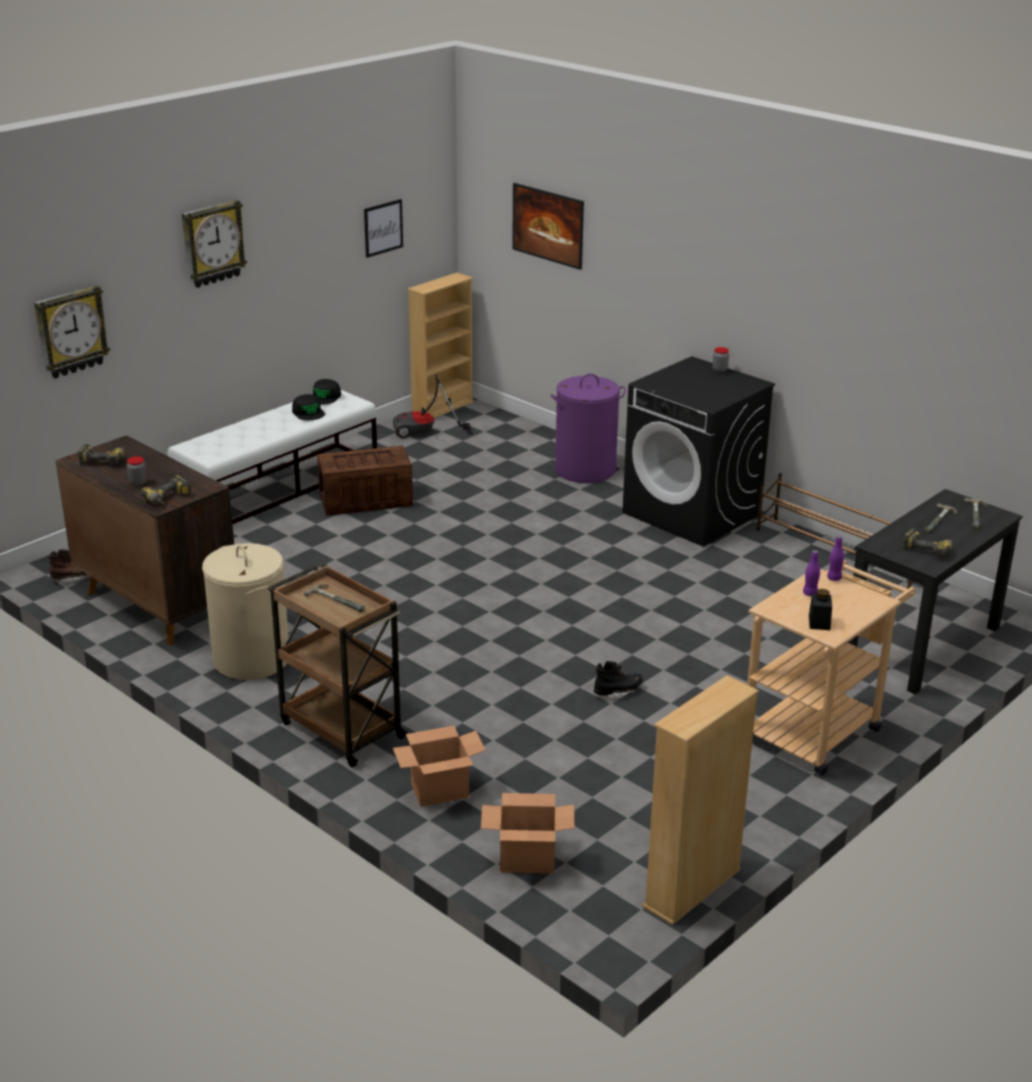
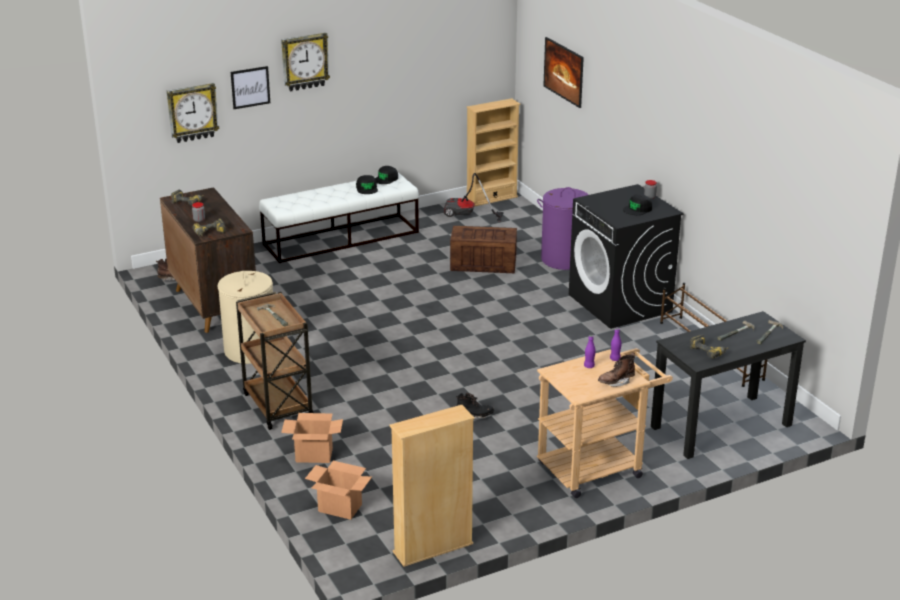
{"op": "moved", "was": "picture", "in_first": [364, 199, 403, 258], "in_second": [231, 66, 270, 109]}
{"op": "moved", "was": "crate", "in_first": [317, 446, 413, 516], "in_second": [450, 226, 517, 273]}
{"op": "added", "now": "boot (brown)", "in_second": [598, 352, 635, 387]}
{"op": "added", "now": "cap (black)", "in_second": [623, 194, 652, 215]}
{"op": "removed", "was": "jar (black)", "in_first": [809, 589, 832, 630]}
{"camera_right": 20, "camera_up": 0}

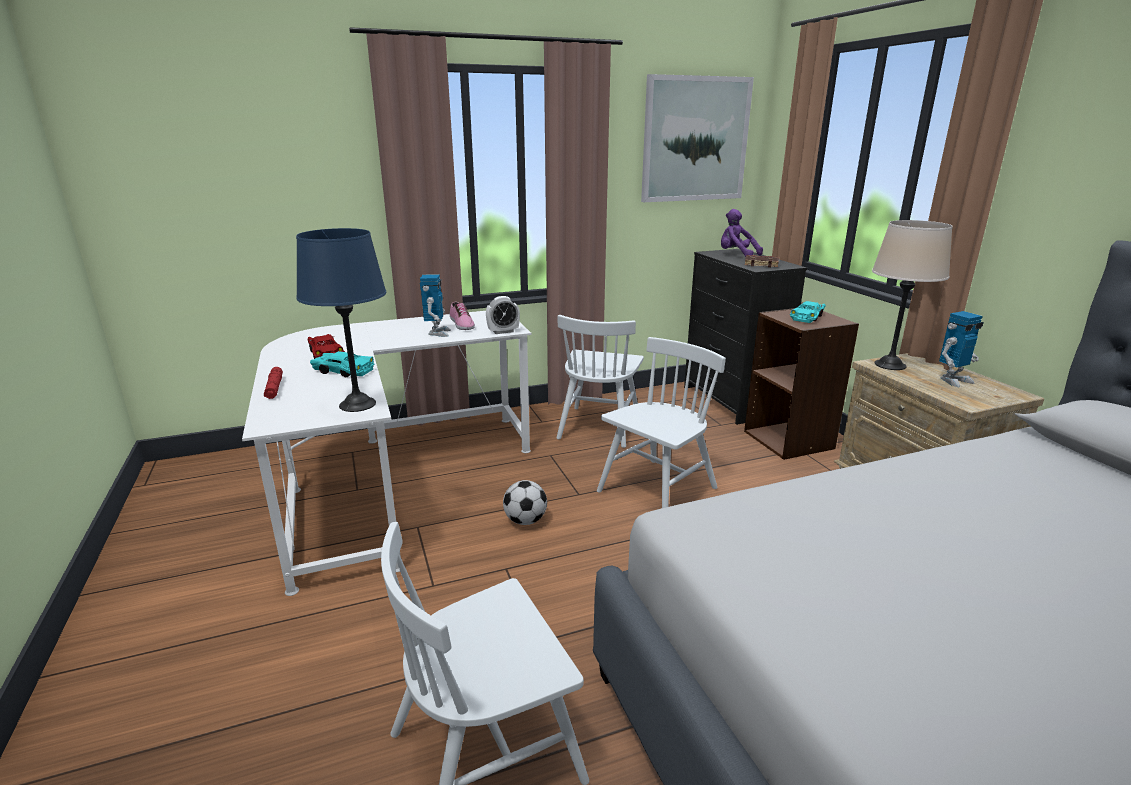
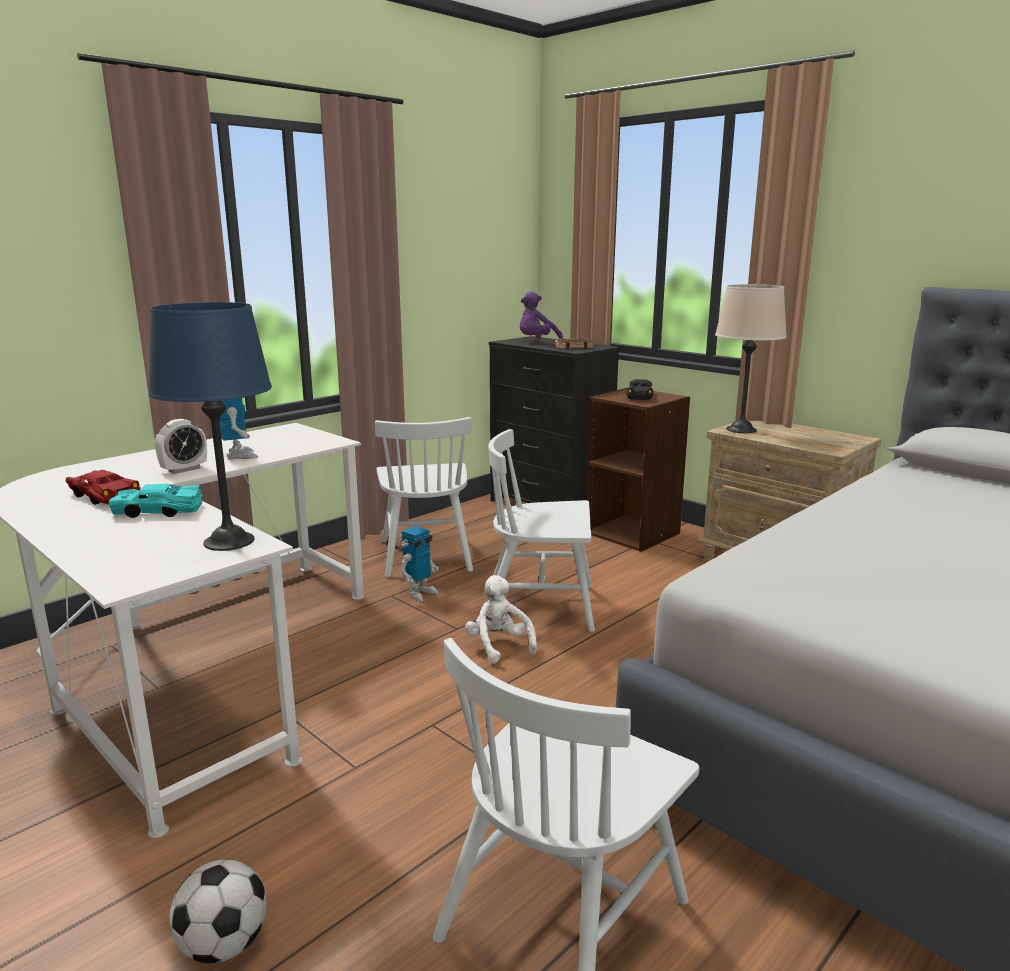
{"op": "moved", "was": "alarm clock", "in_first": [486, 296, 520, 334], "in_second": [155, 419, 207, 474]}
{"op": "moved", "was": "football", "in_first": [503, 480, 547, 525], "in_second": [169, 860, 267, 963]}
{"op": "moved", "was": "toy robot", "in_first": [939, 311, 984, 387], "in_second": [401, 526, 438, 602]}
{"op": "added", "now": "plush toy (white)", "in_second": [465, 575, 537, 664]}
{"op": "turned", "was": "chair (white)", "in_first": [597, 337, 726, 508], "in_second": [488, 429, 595, 632], "clockwise": -105}
{"op": "turned", "was": "plush toy (purple)", "in_first": [721, 209, 763, 257], "in_second": [520, 291, 563, 339], "clockwise": -60}
{"op": "recoloured", "was": "toy car (turquoise)", "now": "toy car (black)", "in_first": [790, 301, 826, 323], "in_second": [626, 379, 654, 400]}
{"op": "removed", "was": "flashlight (red)", "in_first": [264, 367, 283, 399]}
{"op": "removed", "was": "shoe", "in_first": [450, 302, 475, 330]}
{"op": "removed", "was": "picture", "in_first": [641, 74, 754, 202]}
{"camera_right": -25, "camera_up": -5}

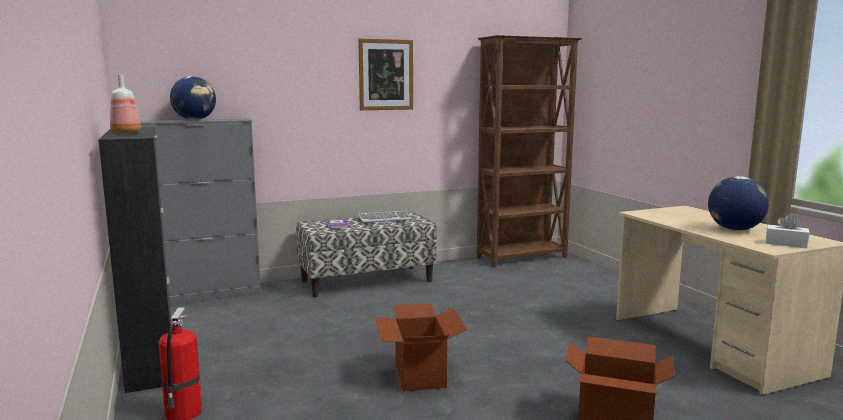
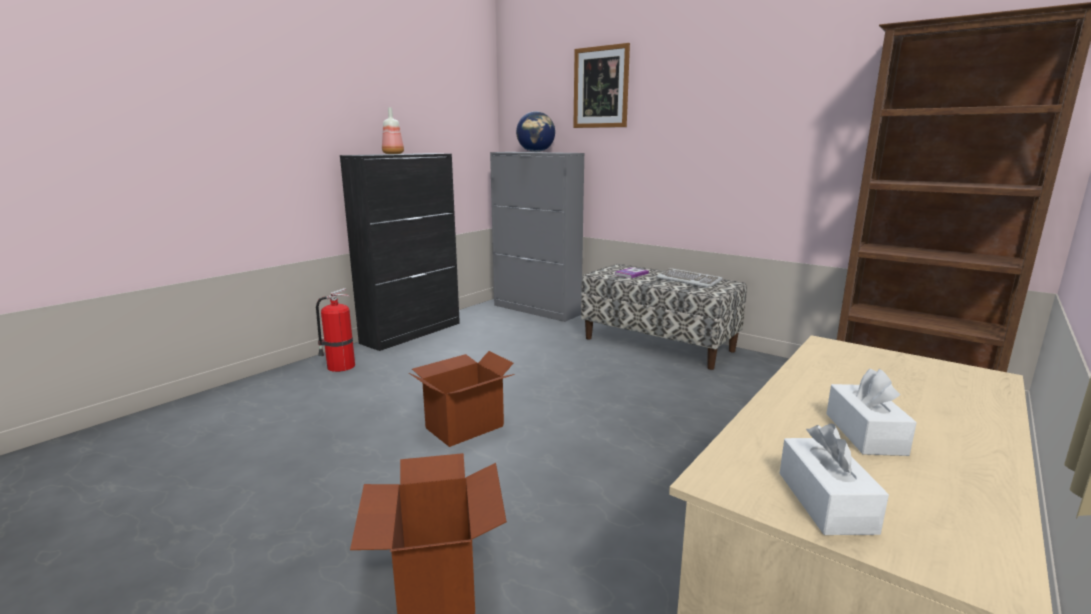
{"op": "moved", "was": "picture", "in_first": [358, 38, 413, 110], "in_second": [573, 43, 630, 128]}
{"op": "replaced", "was": "globe", "now": "tissue box (white)", "in_first": [708, 176, 769, 231], "in_second": [826, 369, 917, 456]}
{"camera_right": 60, "camera_up": 5}

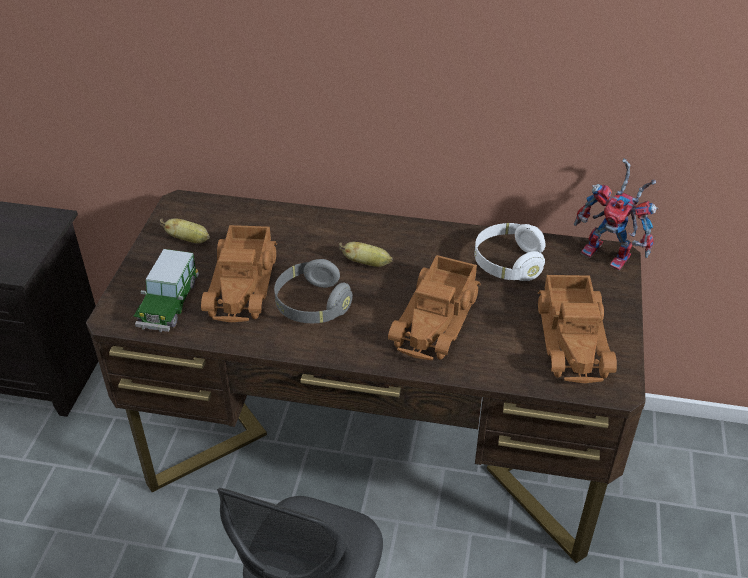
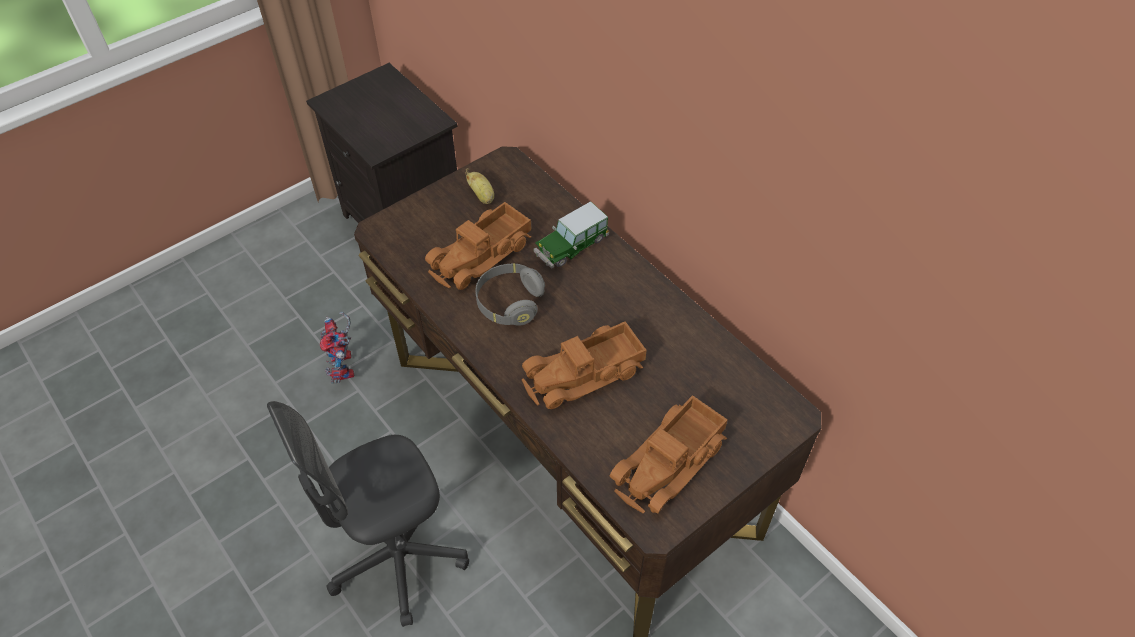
{"op": "moved", "was": "toy robot", "in_first": [574, 158, 659, 271], "in_second": [320, 312, 354, 384]}
{"op": "moved", "was": "toy car", "in_first": [134, 249, 199, 332], "in_second": [533, 201, 609, 269]}
{"op": "removed", "was": "banana", "in_first": [339, 242, 393, 267]}
{"op": "removed", "was": "headphones (white)", "in_first": [475, 223, 546, 281]}
{"camera_right": 40, "camera_up": 10}

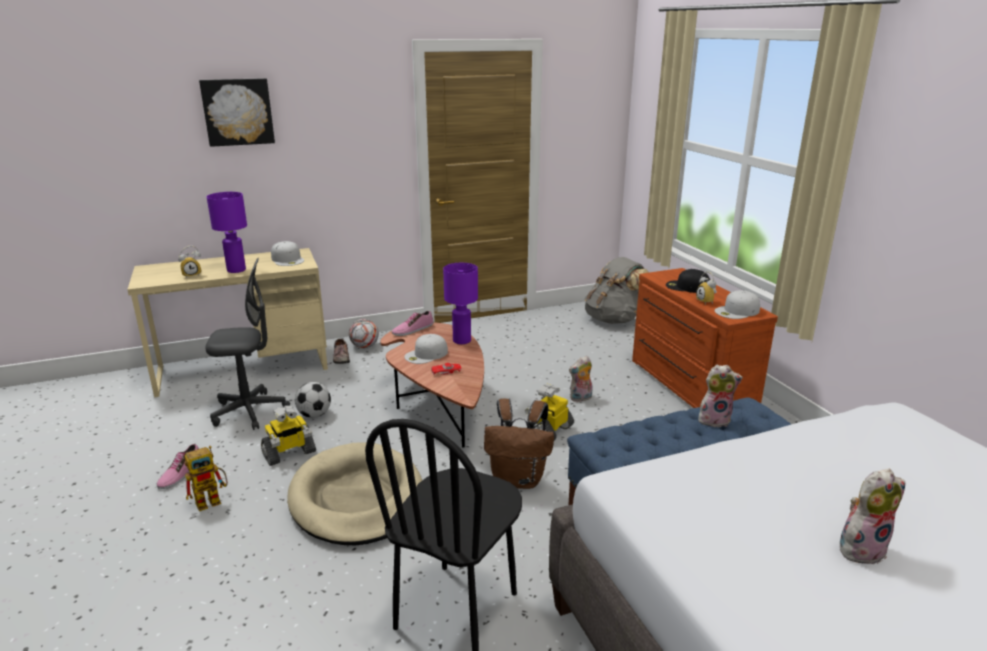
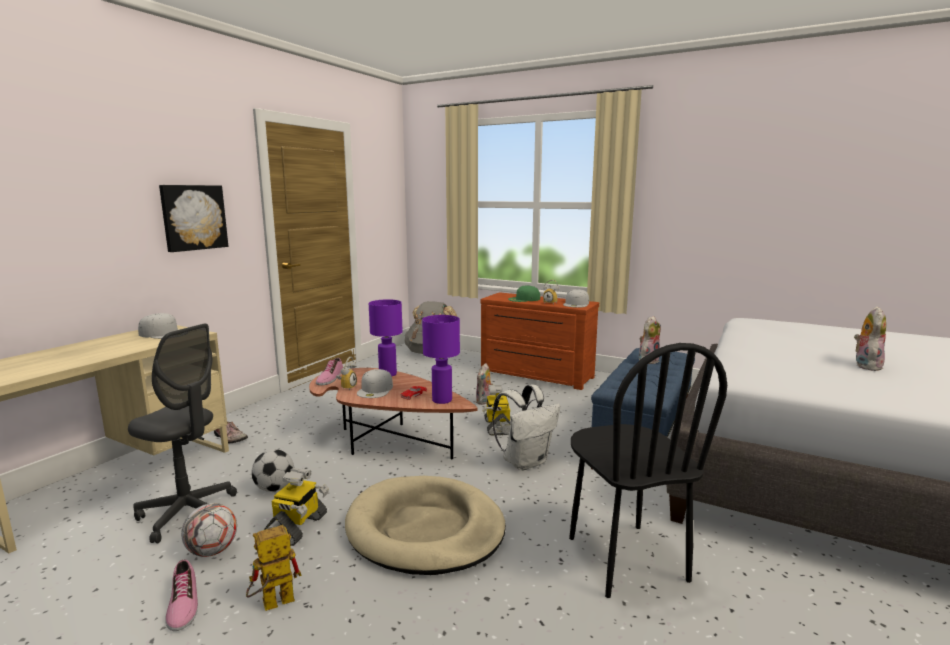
{"op": "turned", "was": "office chair (grey)", "in_first": [206, 258, 290, 430], "in_second": [128, 324, 237, 543], "clockwise": 75}
{"op": "moved", "was": "picture", "in_first": [199, 78, 275, 147], "in_second": [159, 185, 228, 252]}
{"op": "moved", "was": "football", "in_first": [349, 319, 379, 348], "in_second": [181, 503, 237, 557]}
{"op": "turned", "was": "toy robot", "in_first": [185, 446, 228, 511], "in_second": [246, 525, 302, 611], "clockwise": -135}
{"op": "moved", "was": "alarm clock", "in_first": [178, 245, 202, 278], "in_second": [336, 357, 357, 390]}
{"op": "moved", "was": "table lamp (purple)", "in_first": [207, 192, 247, 273], "in_second": [422, 315, 460, 404]}
{"op": "recoloured", "was": "backpack (brown)", "now": "backpack (white)", "in_first": [484, 398, 554, 489], "in_second": [492, 384, 560, 471]}
{"op": "recoloured", "was": "cap (black)", "now": "cap (green)", "in_first": [666, 269, 710, 293], "in_second": [508, 285, 540, 302]}
{"camera_right": -40, "camera_up": -10}

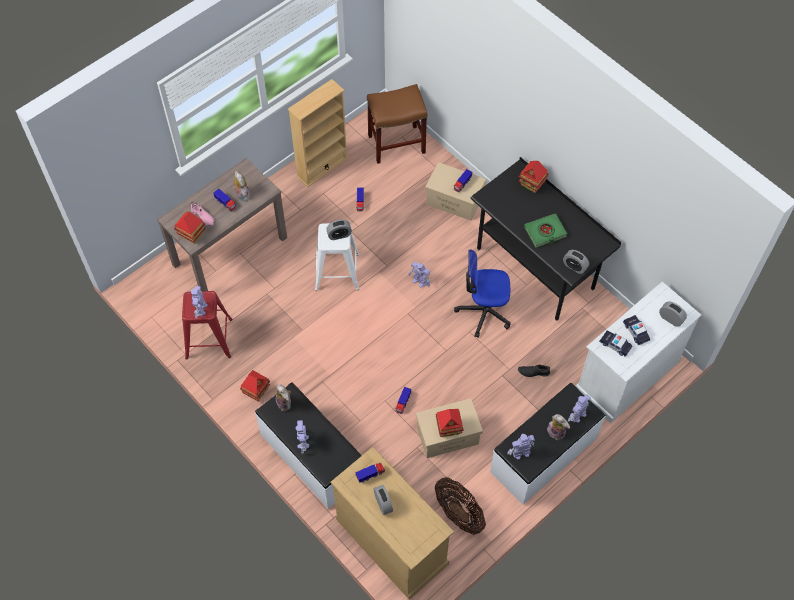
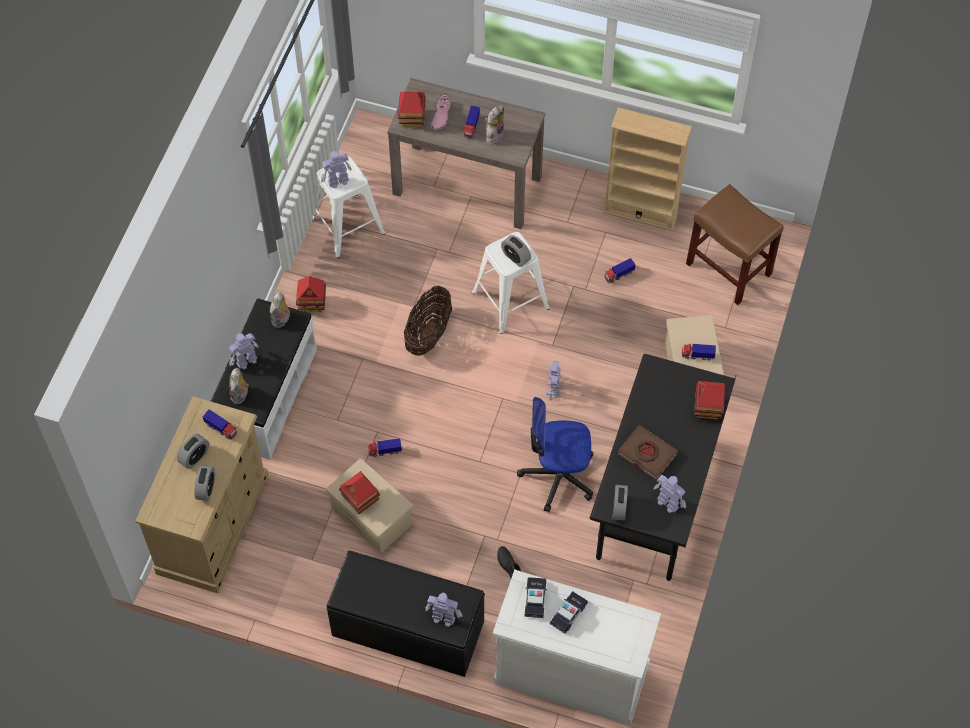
{"op": "moved", "was": "alarm clock", "in_first": [659, 301, 687, 327], "in_second": [194, 465, 215, 501]}
{"op": "moved", "was": "plush toy", "in_first": [547, 414, 570, 440], "in_second": [229, 368, 249, 404]}
{"op": "recoloured", "was": "stool (red)", "now": "stool (white)", "in_first": [182, 291, 233, 360], "in_second": [312, 156, 385, 258]}
{"op": "recoloured", "was": "bench (white)", "now": "bench (black)", "in_first": [490, 383, 606, 505], "in_second": [327, 551, 485, 677]}
{"op": "moved", "was": "basket", "in_first": [435, 477, 486, 535], "in_second": [404, 286, 452, 356]}
{"op": "turned", "was": "office chair", "in_first": [454, 249, 511, 338], "in_second": [517, 397, 593, 512], "clockwise": -60}
{"op": "recoloured", "was": "book (green)", "now": "book (brown)", "in_first": [524, 214, 567, 248], "in_second": [618, 425, 678, 480]}
{"op": "moved", "was": "toy robot", "in_first": [507, 434, 535, 460], "in_second": [654, 475, 686, 513]}
{"camera_right": 60, "camera_up": 0}

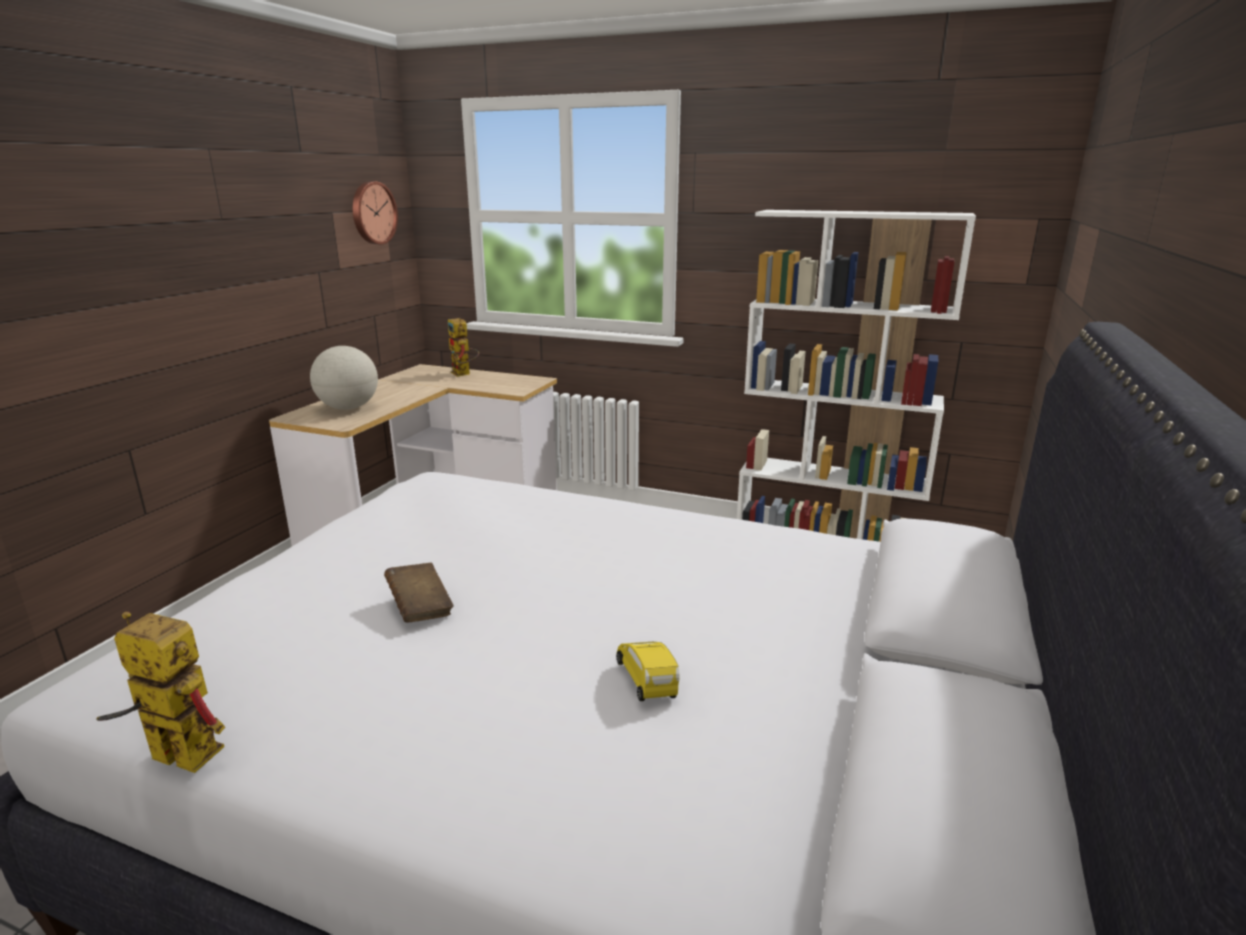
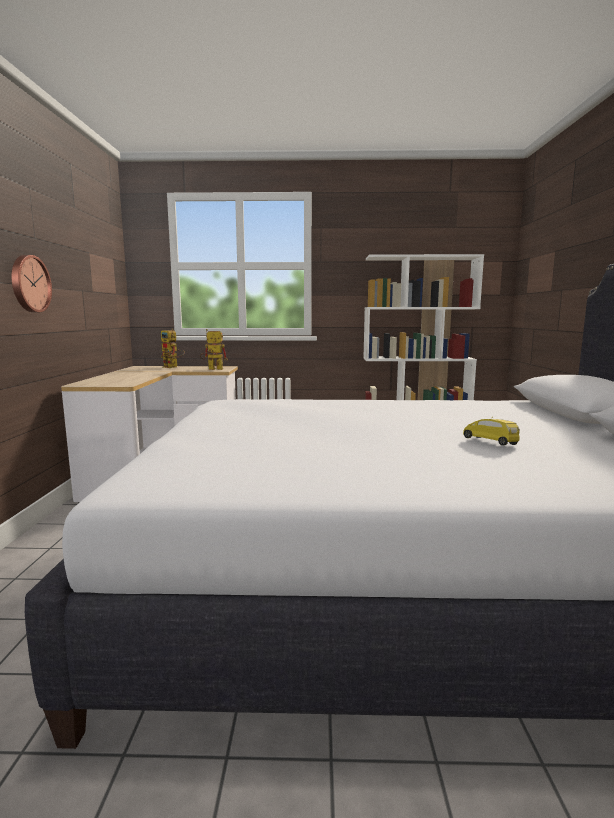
{"op": "moved", "was": "wall clock", "in_first": [352, 181, 398, 244], "in_second": [11, 255, 52, 312]}
{"op": "moved", "was": "toy robot", "in_first": [96, 612, 225, 773], "in_second": [200, 329, 228, 370]}
{"op": "removed", "was": "globe", "in_first": [310, 346, 378, 410]}
{"op": "removed", "was": "book (brown)", "in_first": [384, 563, 454, 622]}
{"camera_right": -20, "camera_up": -10}

